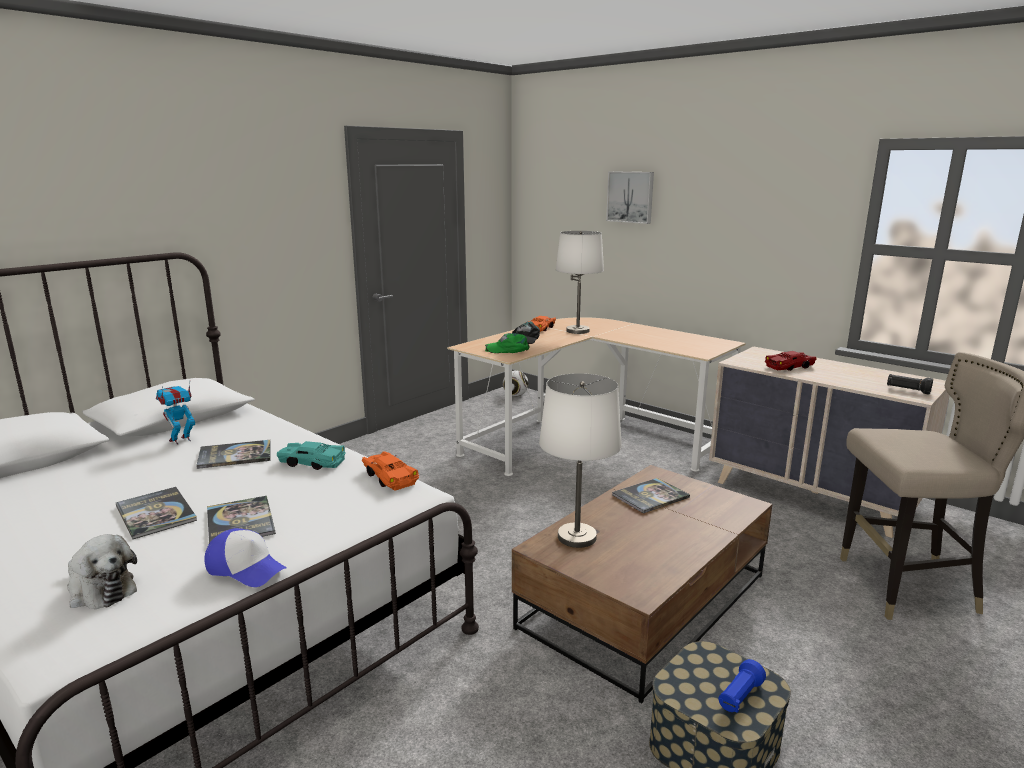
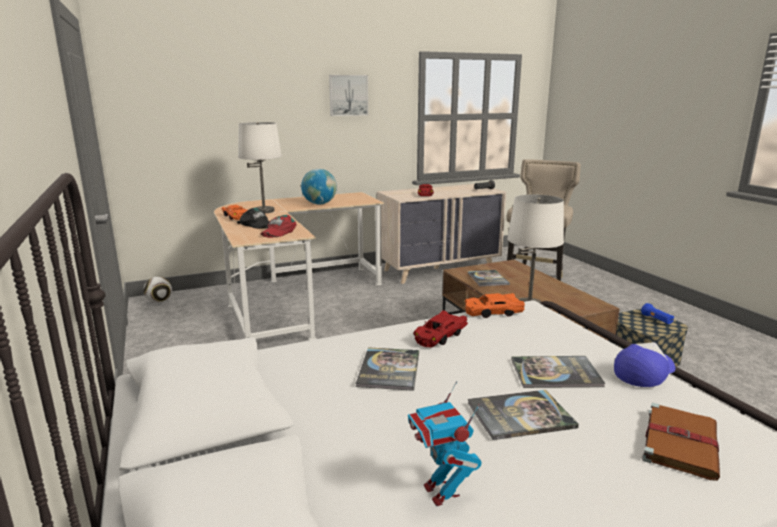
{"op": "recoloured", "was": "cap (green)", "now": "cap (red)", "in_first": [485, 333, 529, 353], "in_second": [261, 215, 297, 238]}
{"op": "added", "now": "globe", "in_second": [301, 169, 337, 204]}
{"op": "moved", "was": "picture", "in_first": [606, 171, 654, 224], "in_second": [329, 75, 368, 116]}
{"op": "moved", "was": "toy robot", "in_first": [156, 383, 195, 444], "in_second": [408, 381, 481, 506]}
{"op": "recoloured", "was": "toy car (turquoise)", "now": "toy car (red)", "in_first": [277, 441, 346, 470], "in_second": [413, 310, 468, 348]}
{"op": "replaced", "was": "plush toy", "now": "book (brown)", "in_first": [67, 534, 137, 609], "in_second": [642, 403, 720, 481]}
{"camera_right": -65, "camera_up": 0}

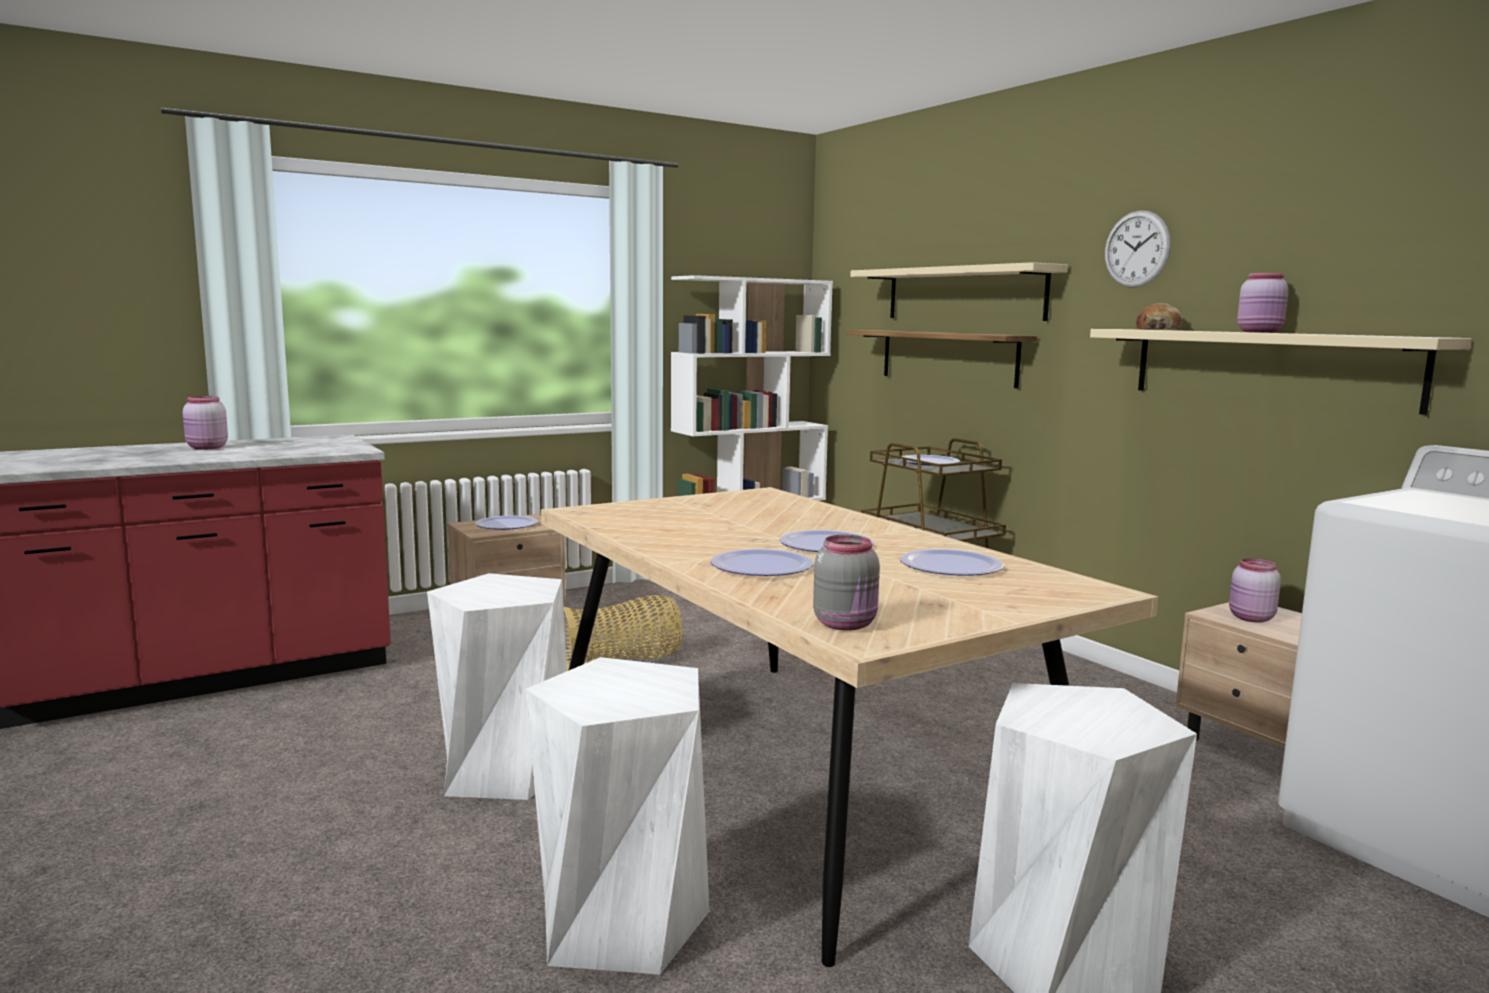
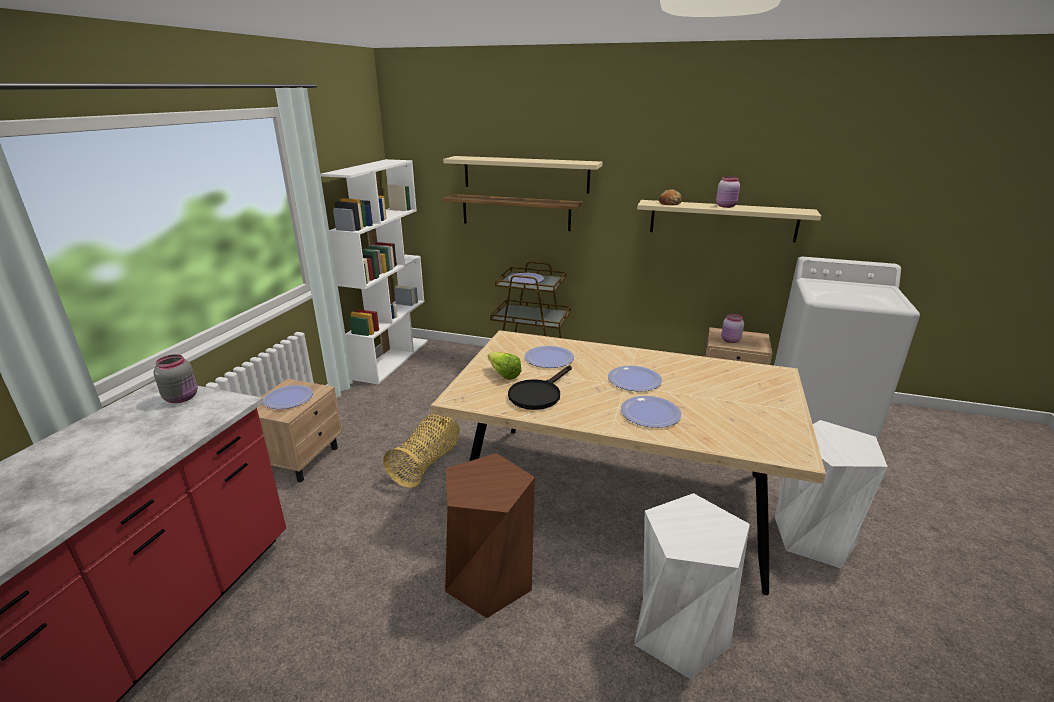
{"op": "moved", "was": "jar (grey)", "in_first": [813, 535, 880, 631], "in_second": [154, 354, 198, 403]}
{"op": "recoloured", "was": "stool (white)", "now": "stool (brown)", "in_first": [427, 573, 567, 800], "in_second": [445, 453, 535, 618]}
{"op": "added", "now": "lettuce", "in_second": [488, 352, 522, 380]}
{"op": "added", "now": "frying pan (black)", "in_second": [508, 365, 572, 410]}
{"op": "moved", "was": "plate", "in_first": [900, 549, 1004, 576], "in_second": [525, 346, 574, 368]}
{"op": "removed", "was": "jar (pink)", "in_first": [183, 396, 228, 450]}
{"op": "removed", "was": "wall clock", "in_first": [1105, 210, 1171, 288]}
{"camera_right": -40, "camera_up": 15}

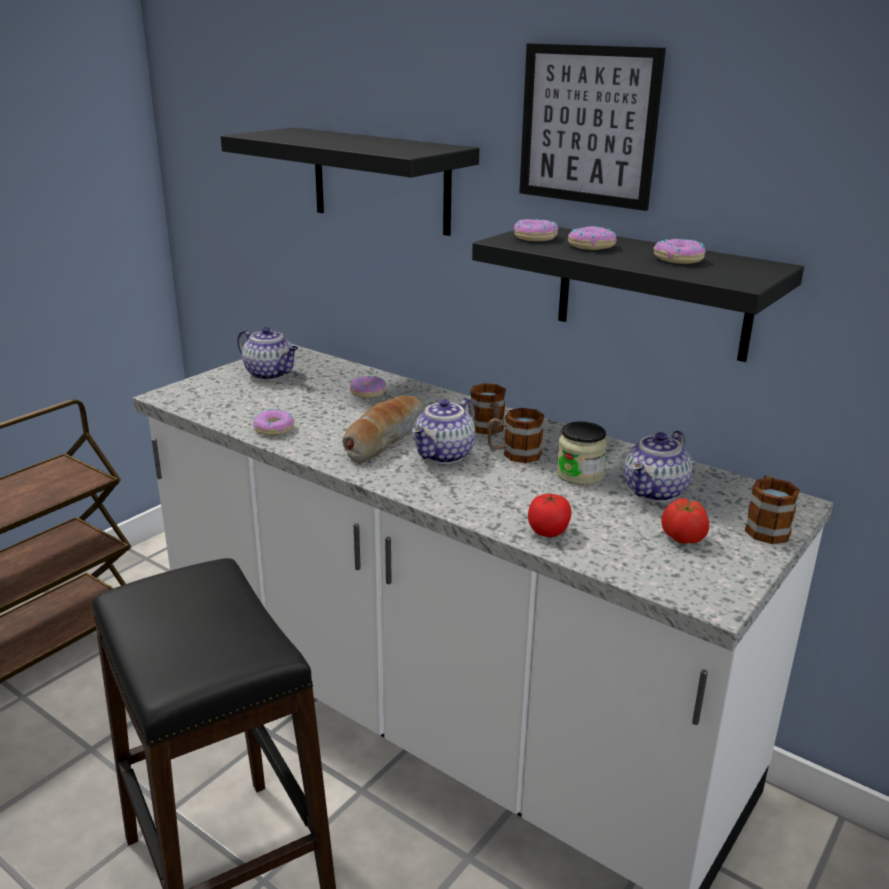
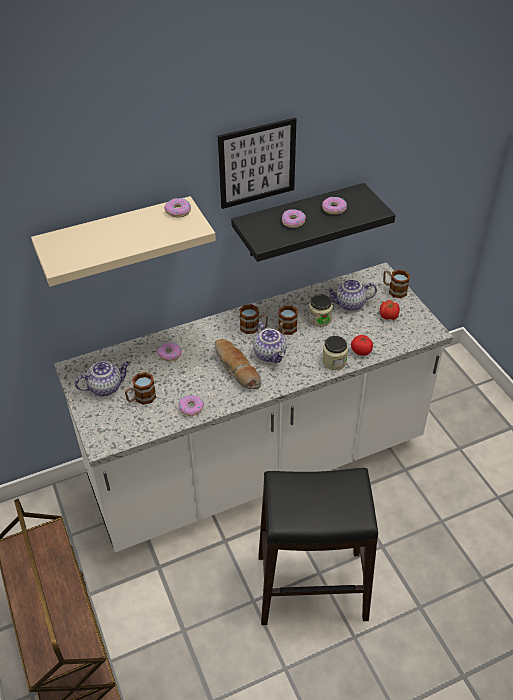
{"op": "recoloured", "was": "shelf (black)", "now": "shelf (beige)", "in_first": [221, 127, 479, 236], "in_second": [31, 196, 216, 286]}
{"op": "added", "now": "mug", "in_second": [125, 372, 156, 405]}
{"op": "moved", "was": "donut", "in_first": [514, 219, 558, 241], "in_second": [164, 198, 191, 218]}
{"op": "added", "now": "jar", "in_second": [322, 336, 348, 370]}
{"op": "turned", "was": "teapot", "in_first": [624, 430, 692, 502], "in_second": [326, 279, 377, 311], "clockwise": 105}
{"camera_right": -60, "camera_up": 20}

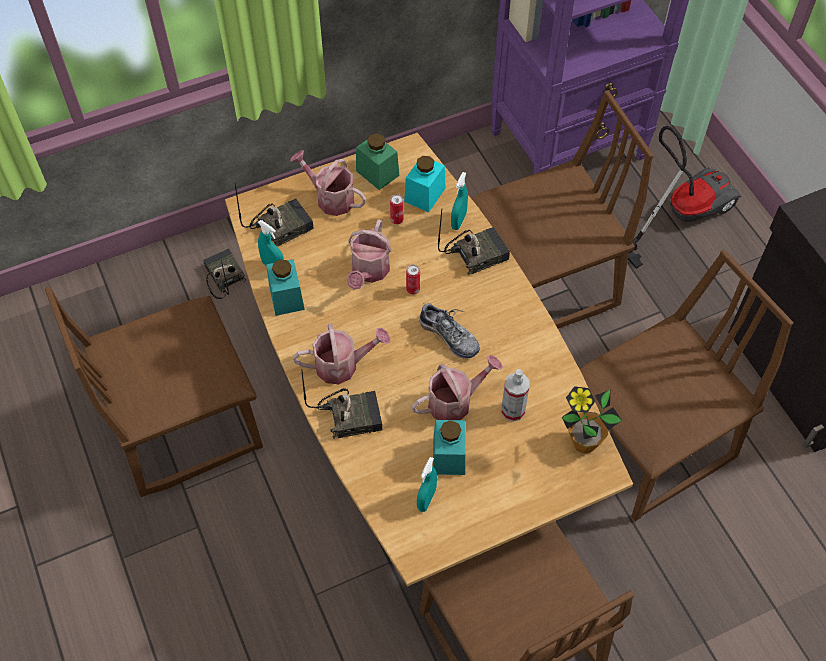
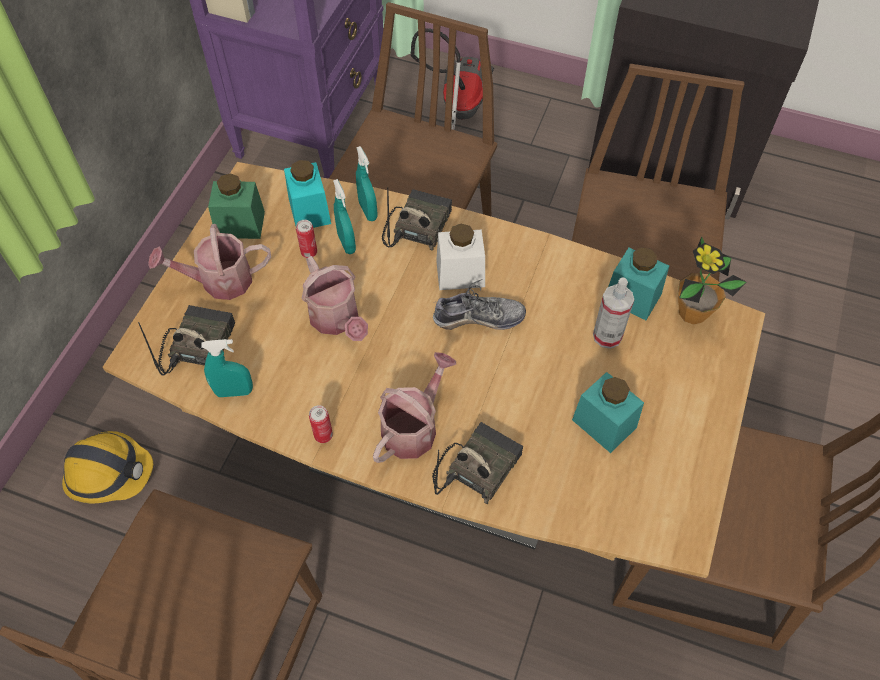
{"op": "replaced", "was": "radio", "now": "hard hat", "in_first": [203, 248, 246, 299], "in_second": [62, 431, 153, 503]}
{"op": "moved", "was": "can", "in_first": [406, 265, 420, 295], "in_second": [309, 405, 333, 443]}
{"op": "moved", "was": "spray bottle (turquoise)", "in_first": [417, 457, 437, 512], "in_second": [333, 179, 356, 254]}
{"op": "added", "now": "jar (white)", "in_second": [436, 224, 485, 290]}
{"op": "moved", "was": "jar (turquoise)", "in_first": [266, 259, 305, 316], "in_second": [608, 248, 669, 320]}
{"op": "removed", "was": "watering can", "in_first": [412, 355, 503, 420]}
{"camera_right": -45, "camera_up": 0}

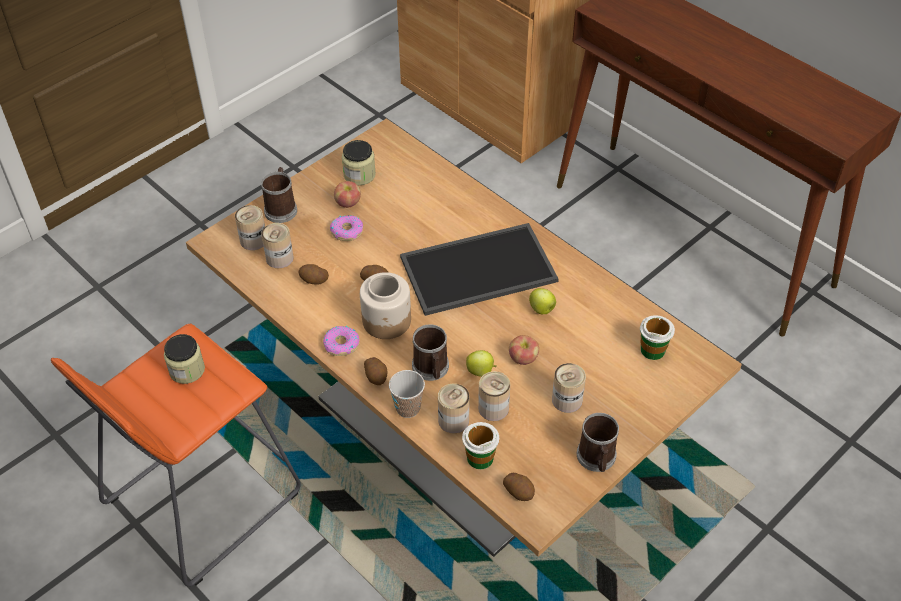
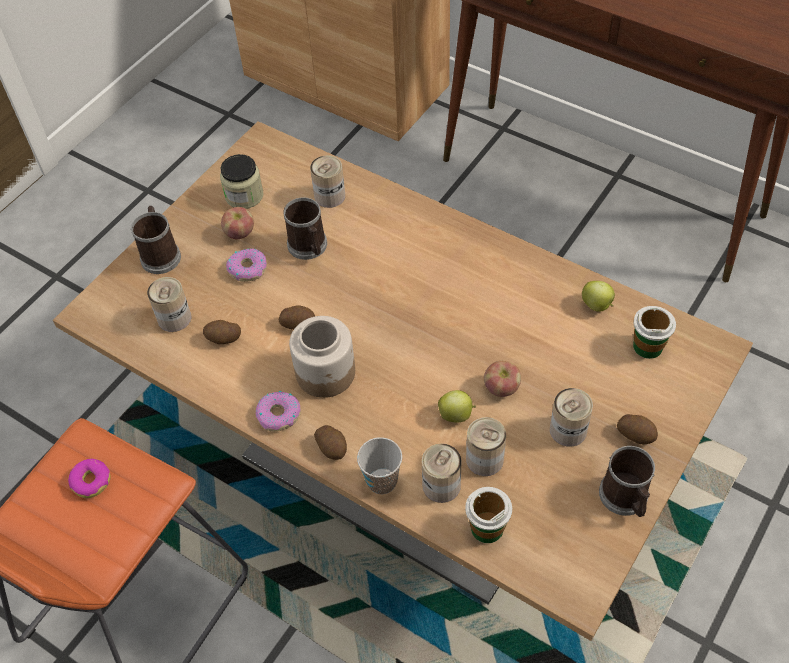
{"op": "replaced", "was": "jar", "now": "donut", "in_first": [164, 334, 205, 384], "in_second": [68, 459, 111, 498]}
{"op": "moved", "was": "mug", "in_first": [412, 324, 449, 381], "in_second": [283, 197, 327, 260]}
{"op": "moved", "was": "can", "in_first": [235, 205, 265, 250], "in_second": [310, 155, 345, 208]}
{"op": "moved", "was": "apple", "in_first": [529, 288, 556, 314], "in_second": [582, 281, 615, 312]}
{"op": "moved", "was": "potato", "in_first": [503, 473, 535, 501], "in_second": [617, 414, 658, 444]}
{"op": "removed", "was": "tray", "in_first": [400, 223, 559, 316]}
{"camera_right": -10, "camera_up": 5}

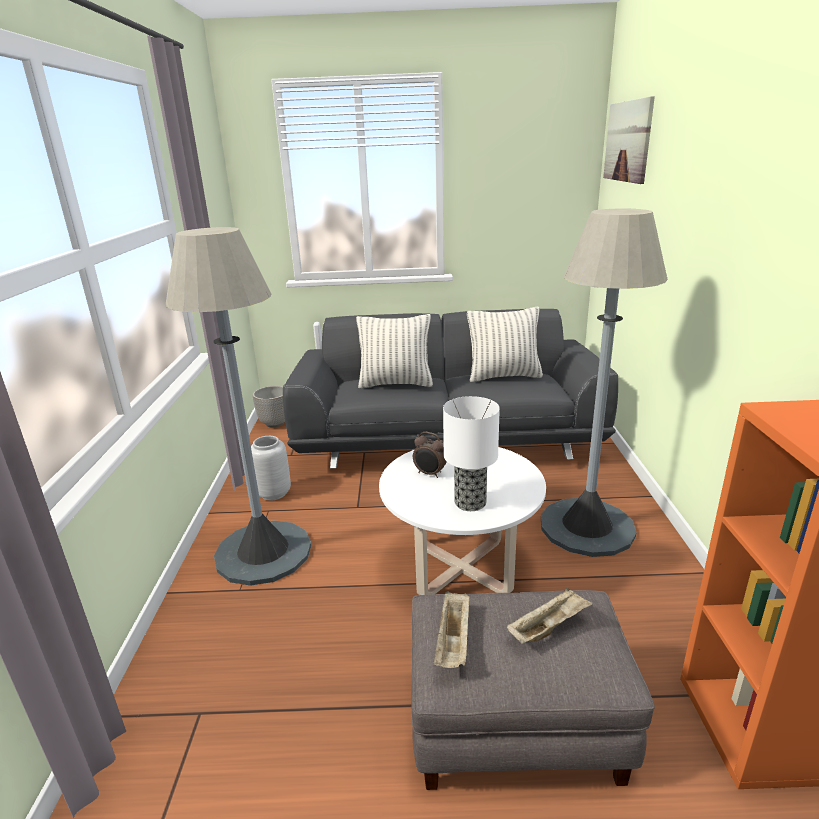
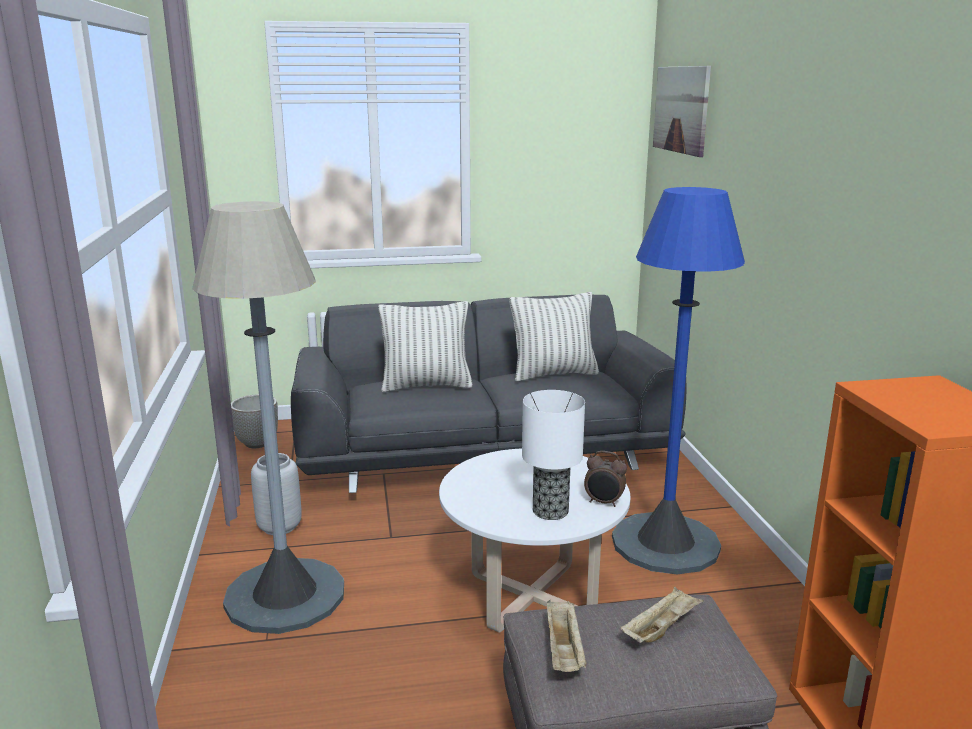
{"op": "moved", "was": "alarm clock", "in_first": [413, 432, 447, 478], "in_second": [584, 451, 627, 507]}
{"op": "recoloured", "was": "floor lamp (grey)", "now": "floor lamp (blue)", "in_first": [541, 208, 668, 557], "in_second": [612, 187, 745, 574]}
{"camera_right": -10, "camera_up": -5}

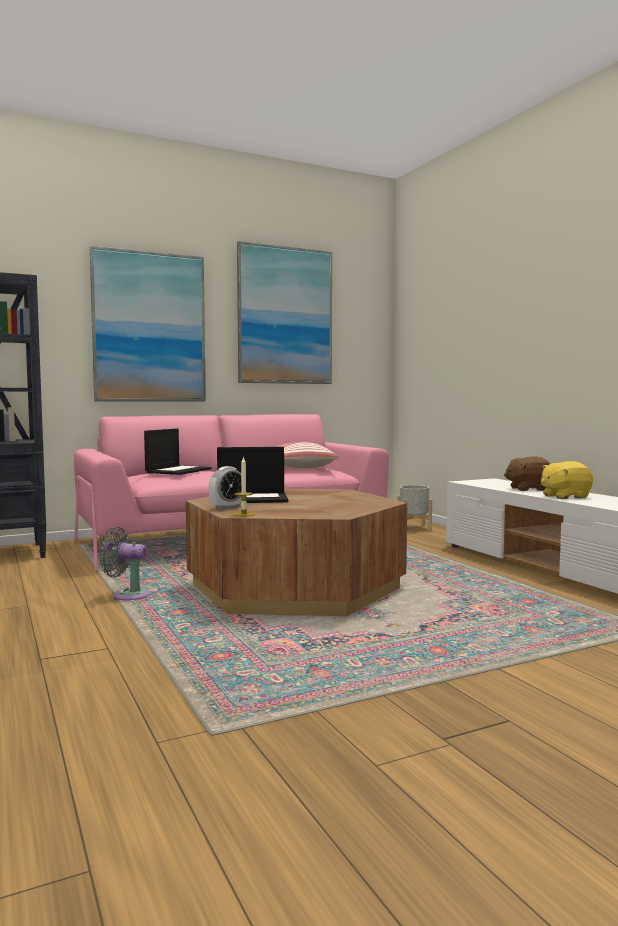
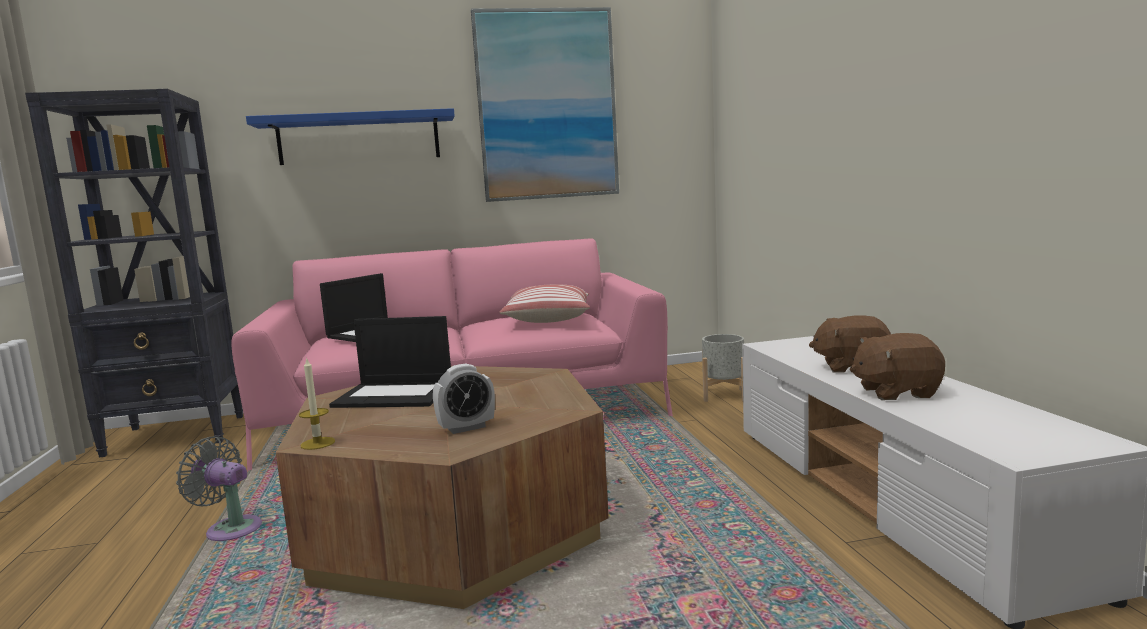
{"op": "replaced", "was": "picture", "now": "shelf (blue)", "in_first": [90, 246, 206, 402], "in_second": [246, 108, 455, 165]}
{"op": "moved", "was": "alarm clock", "in_first": [209, 466, 241, 510], "in_second": [433, 364, 495, 434]}
{"op": "recoloured", "was": "plush toy (yellow)", "now": "plush toy (brown)", "in_first": [541, 461, 593, 499], "in_second": [850, 333, 945, 400]}
{"camera_right": 15, "camera_up": 5}

